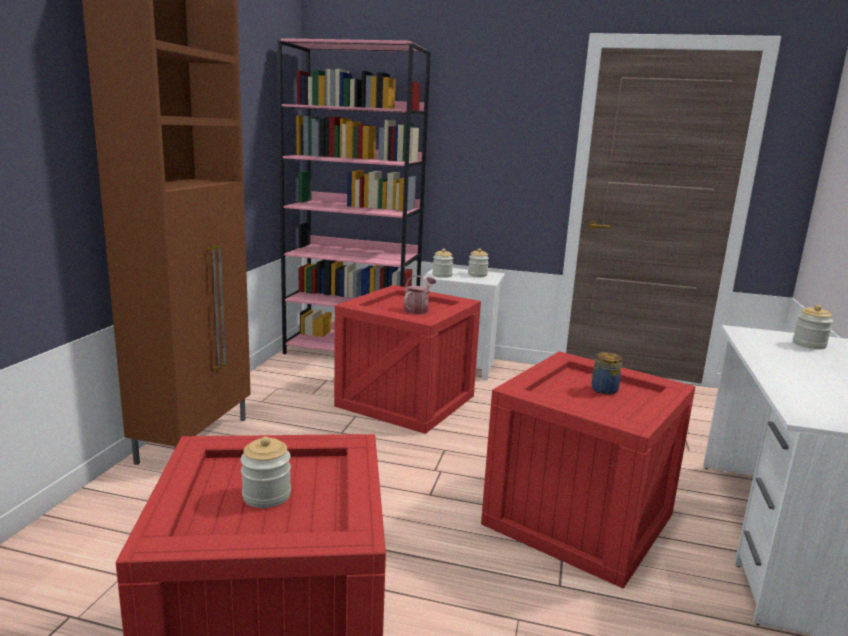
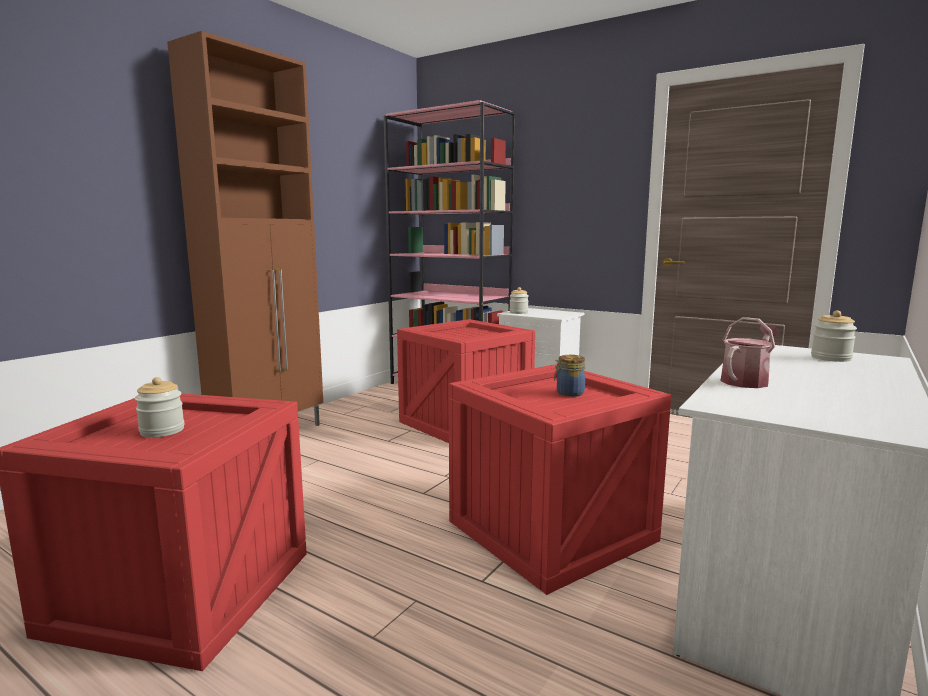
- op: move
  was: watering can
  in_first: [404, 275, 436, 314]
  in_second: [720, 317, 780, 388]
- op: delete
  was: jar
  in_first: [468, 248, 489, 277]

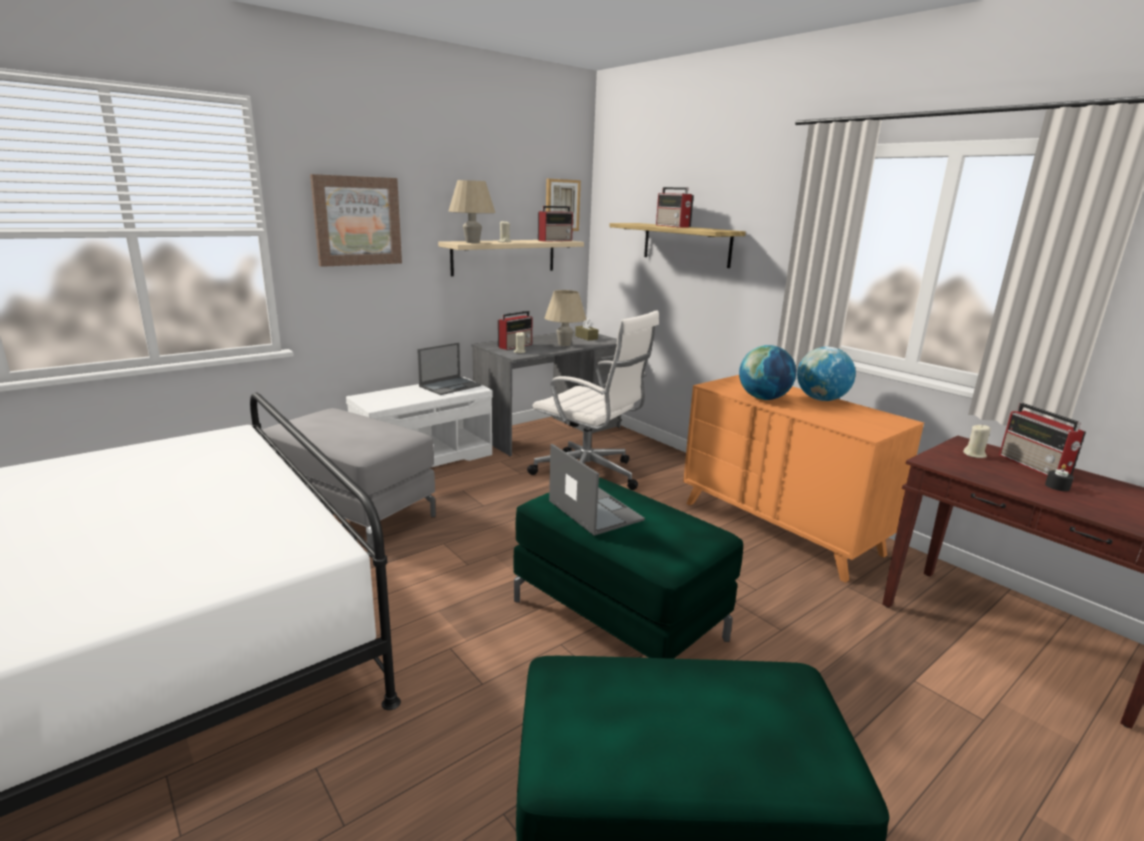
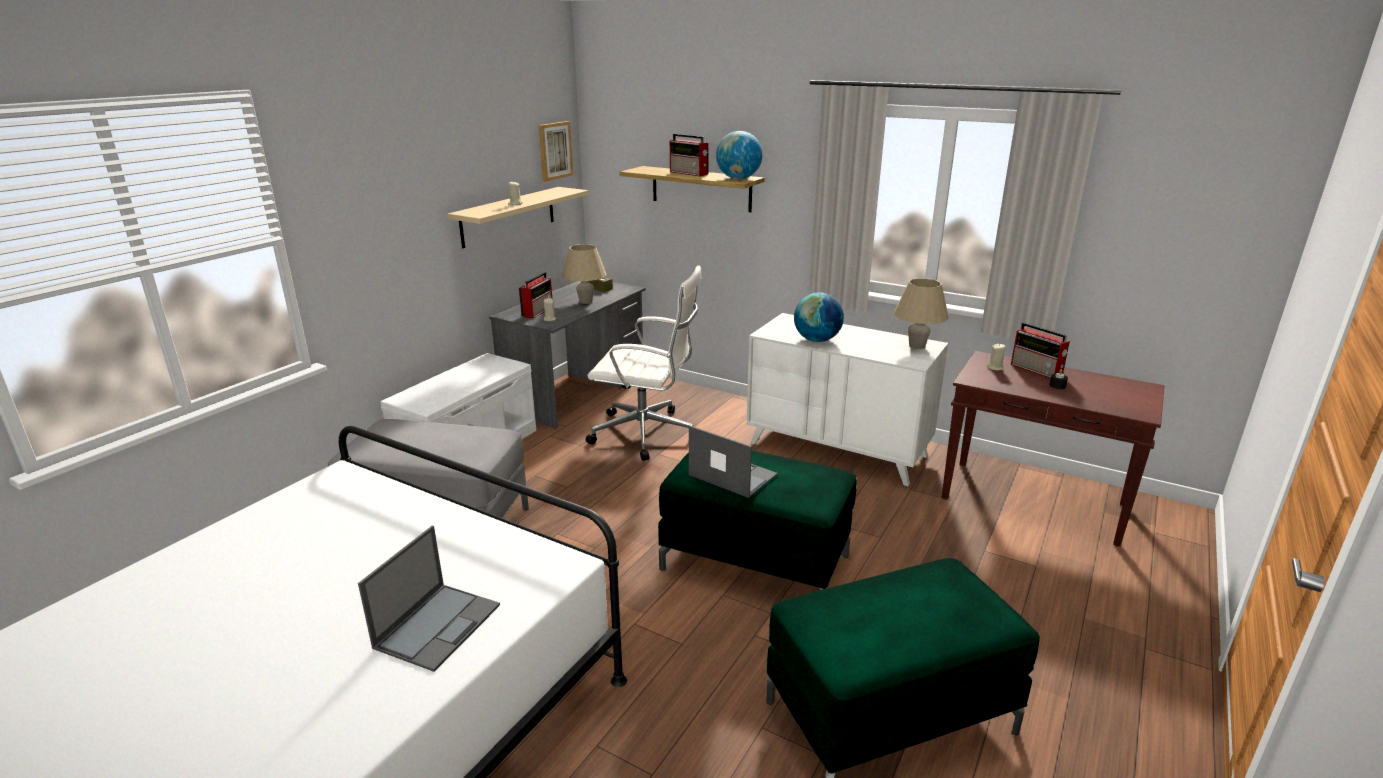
- op: delete
  was: picture
  in_first: [310, 174, 402, 267]
- op: move
  was: portable computer
  in_first: [417, 342, 481, 395]
  in_second: [358, 526, 500, 672]
- op: move
  was: lamp for a table (beige)
  in_first: [449, 180, 495, 243]
  in_second: [894, 278, 949, 349]
- op: delete
  was: radio
  in_first: [538, 206, 573, 242]
- op: recolor
  was: dresser (orange)
  now: dresser (white-coloured)
  in_first: [683, 375, 924, 583]
  in_second: [746, 313, 948, 486]
- op: move
  was: desk globe
  in_first: [797, 347, 856, 401]
  in_second: [716, 131, 762, 179]

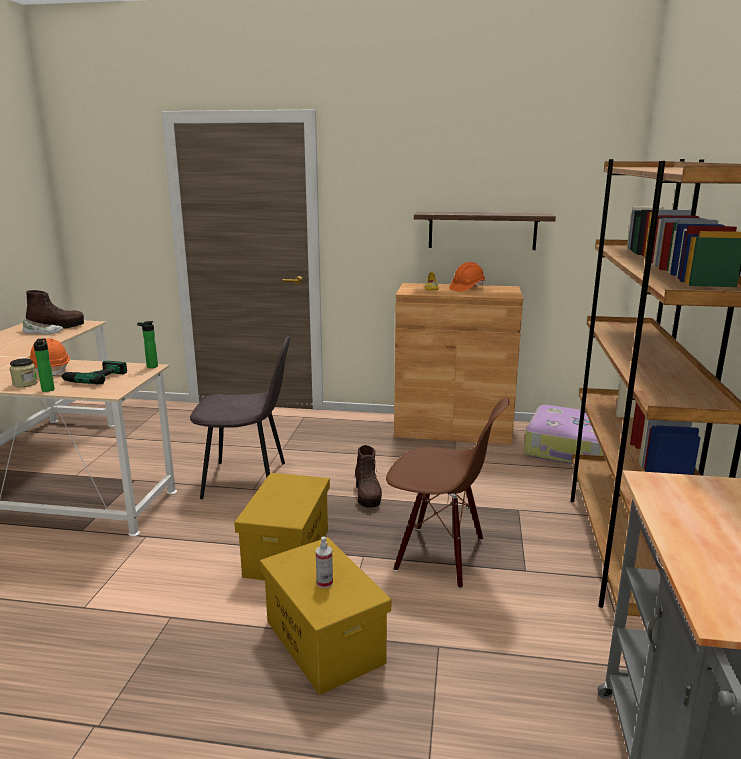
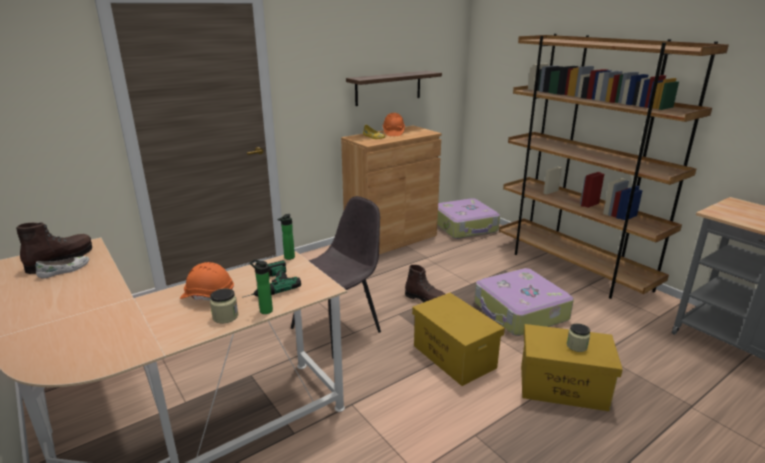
- op: replace
  was: sprayer
  now: jar
  in_first: [316, 536, 333, 588]
  in_second: [567, 323, 590, 352]
- op: replace
  was: chair (brown)
  now: suitcase
  in_first: [386, 398, 510, 589]
  in_second: [474, 268, 574, 336]

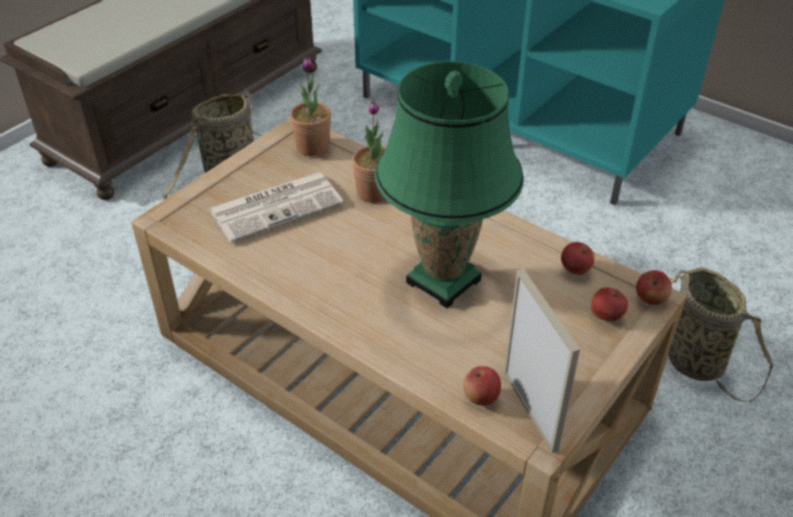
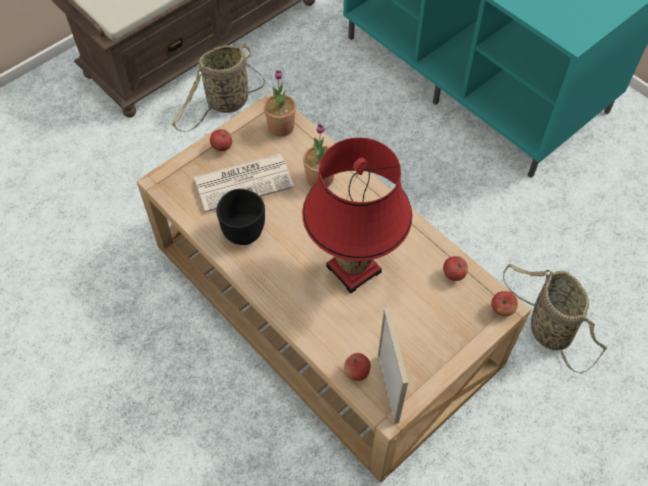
- op: recolor
  was: lamp for a table (green-coloured)
  now: lamp for a table (reddish)
  in_first: [375, 62, 524, 308]
  in_second: [302, 137, 412, 294]
- op: move
  was: whole apple
  in_first: [591, 287, 628, 321]
  in_second: [210, 129, 232, 151]
- op: insert
  now: serving bowl (blackish)
  in_second: [216, 189, 265, 245]

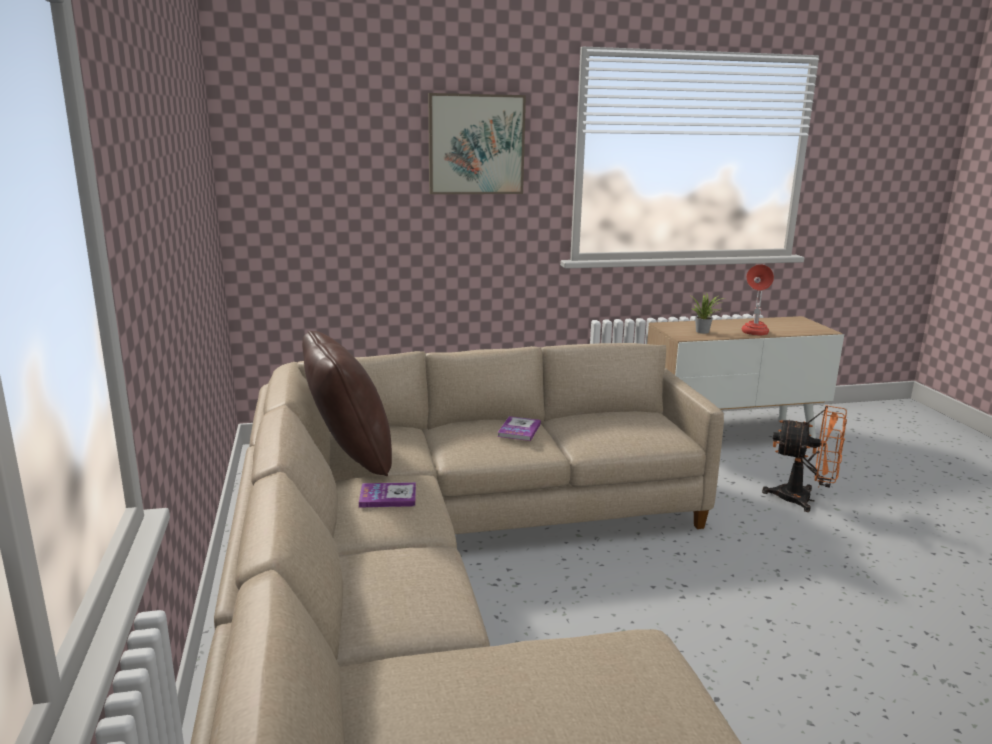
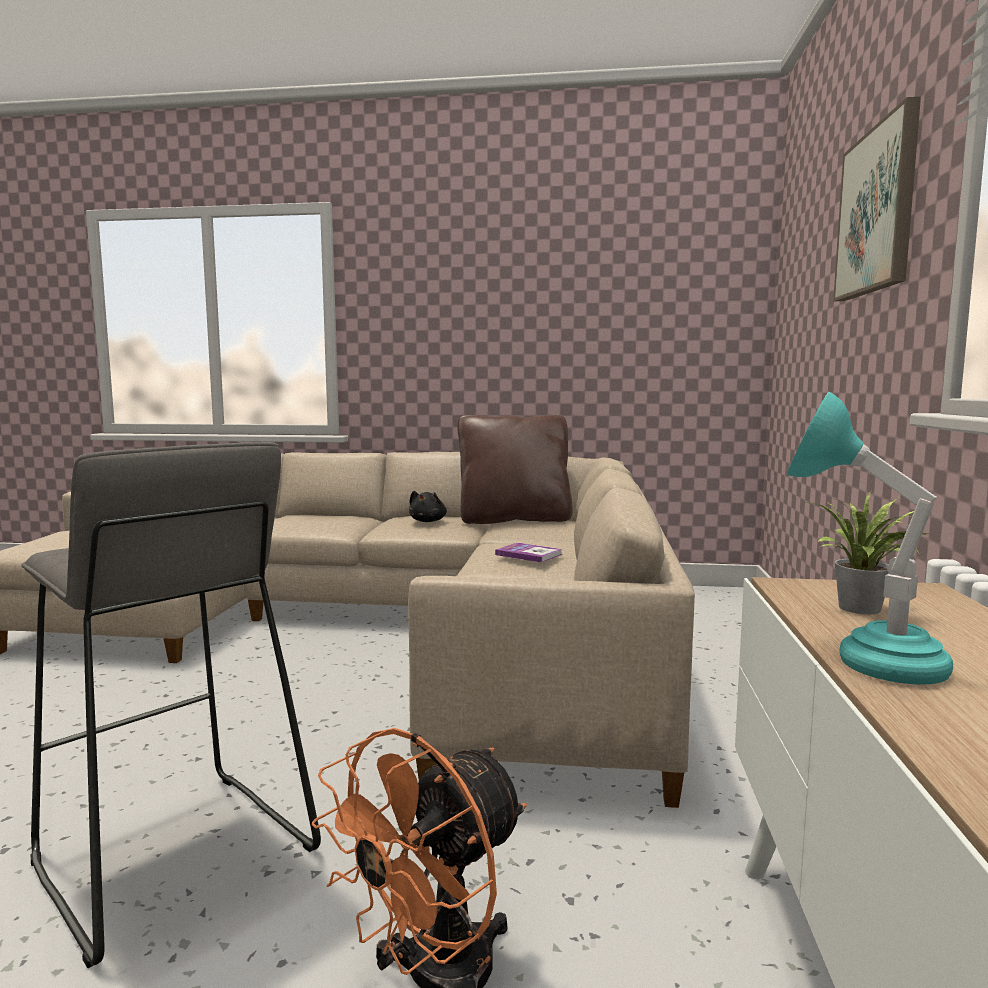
- op: replace
  was: bound book
  now: plush toy (blackish)
  in_first: [359, 482, 416, 508]
  in_second: [409, 491, 447, 522]
- op: recolor
  was: lamp for a table (reddish)
  now: lamp for a table (turquoise)
  in_first: [742, 264, 774, 335]
  in_second: [787, 392, 953, 685]
- op: insert
  now: sitting stool (grey)
  in_second: [22, 442, 321, 968]

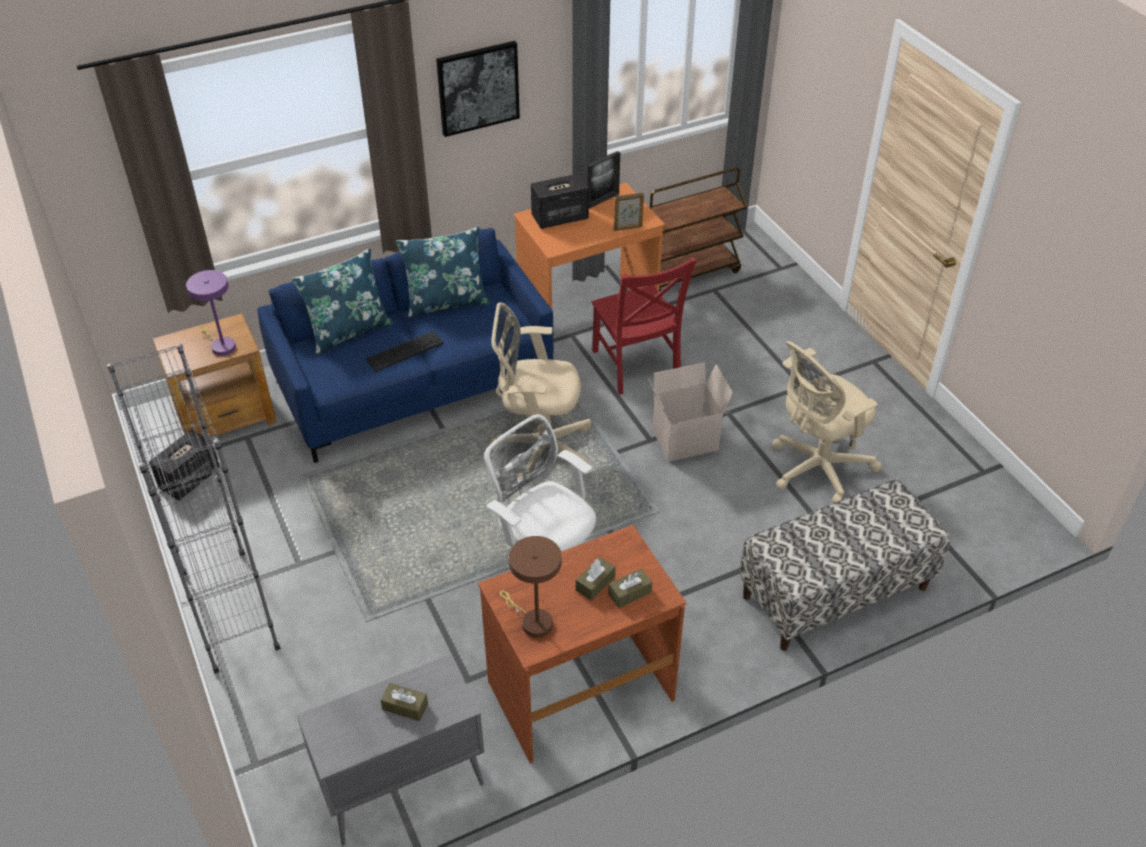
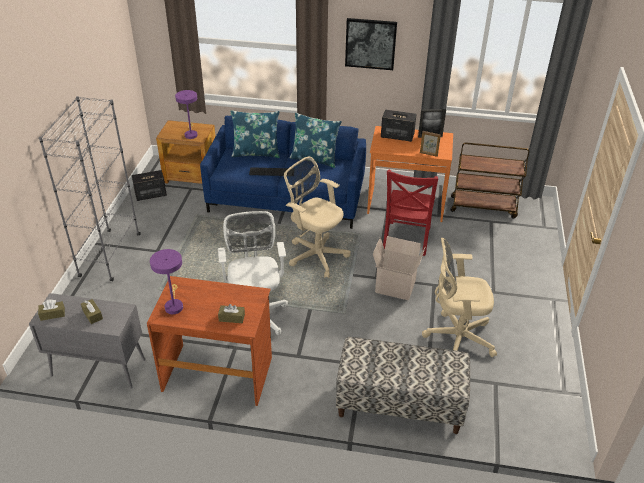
- op: recolor
  was: lamp for a table (brown)
  now: lamp for a table (purplish)
  in_first: [500, 536, 562, 638]
  in_second: [150, 249, 183, 314]
- op: move
  was: tissue holder (brown)
  in_first: [576, 557, 615, 601]
  in_second: [38, 299, 65, 321]

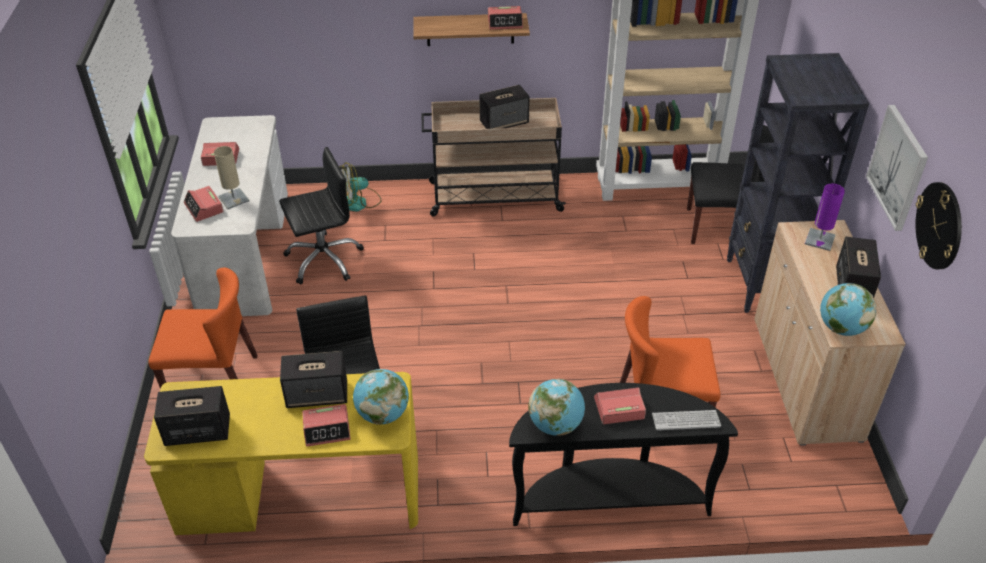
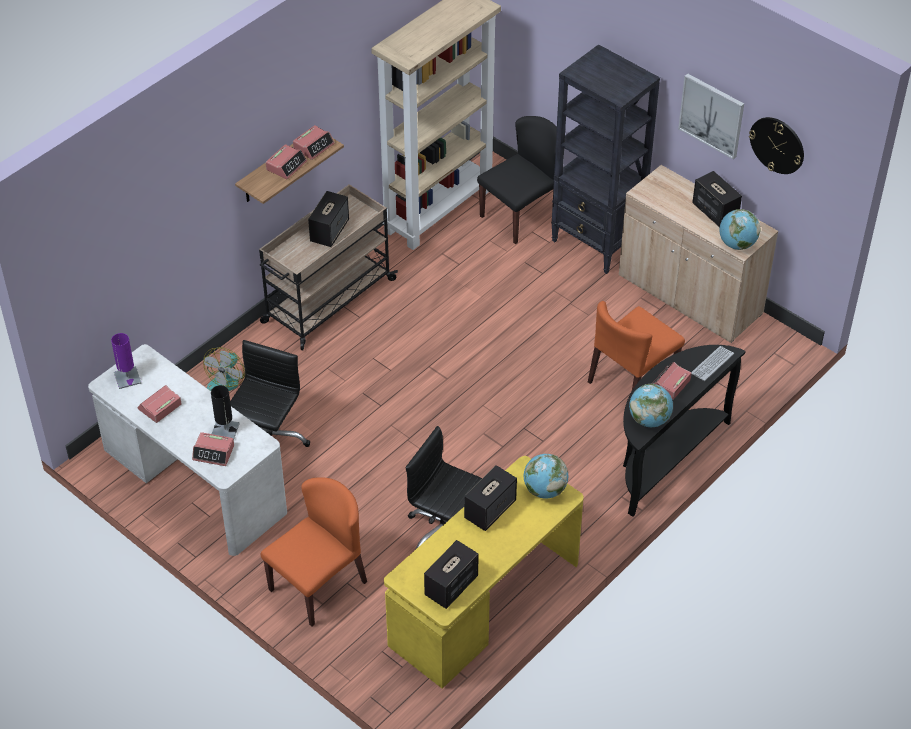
- op: recolor
  was: lamp for a table (beige)
  now: lamp for a table (blackish)
  in_first: [214, 146, 249, 209]
  in_second: [211, 385, 240, 440]
- op: move
  was: table clock
  in_first: [302, 404, 351, 447]
  in_second: [266, 144, 307, 179]
- op: move
  was: lamp for a table (purplish)
  in_first: [805, 184, 845, 251]
  in_second: [111, 333, 141, 389]

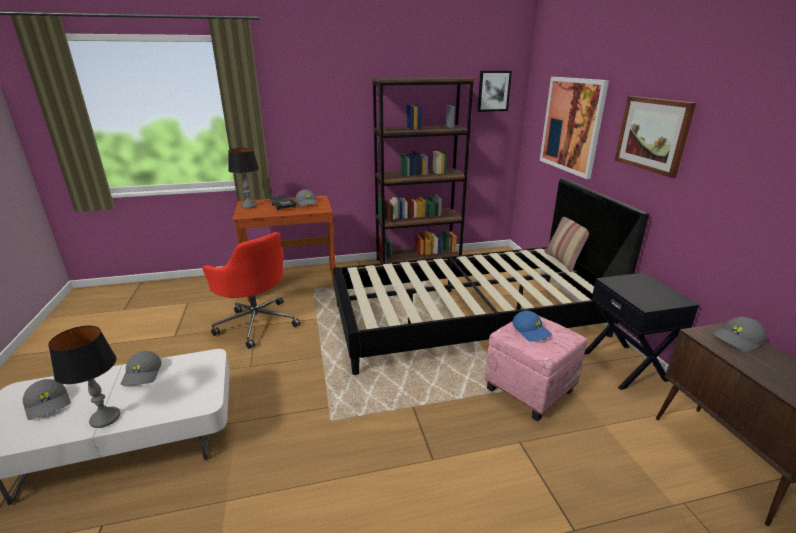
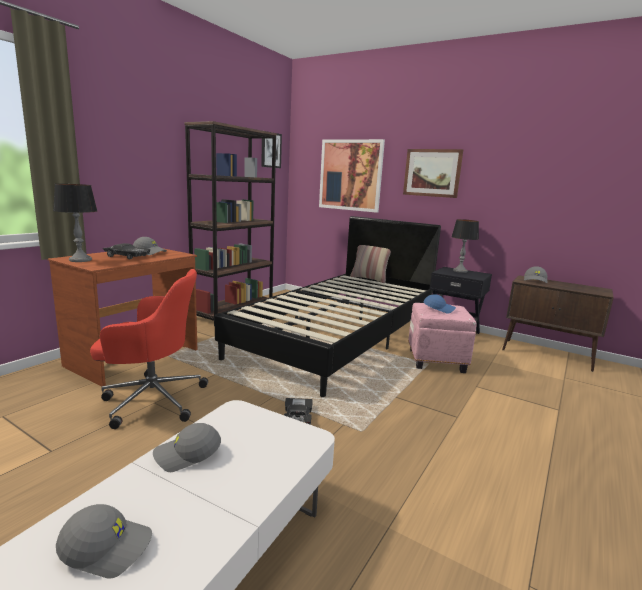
- op: move
  was: lamp for a table
  in_first: [48, 326, 120, 428]
  in_second: [451, 219, 479, 273]
- op: rotate
  was: peaked cap (grey)
  in_first: [120, 351, 161, 385]
  in_second: [153, 423, 221, 472]
  clockwise: 120
- op: insert
  now: miniature car (blackish)
  in_second: [284, 398, 313, 425]

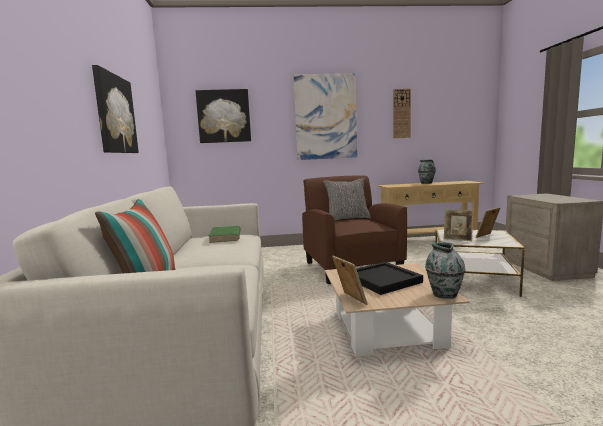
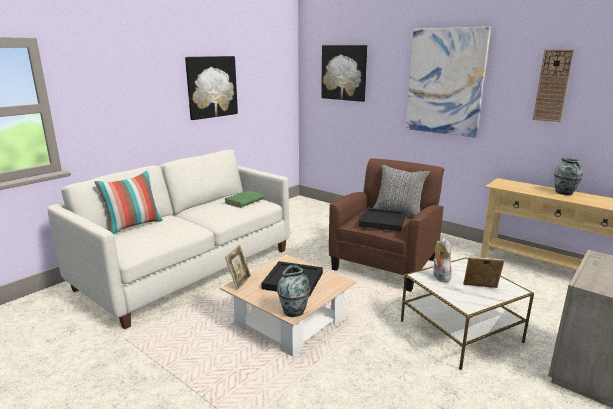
- op: replace
  was: picture frame
  now: plush toy
  in_first: [444, 209, 473, 241]
  in_second: [433, 238, 452, 282]
- op: insert
  now: carrying tray (blackish)
  in_second: [359, 208, 406, 231]

